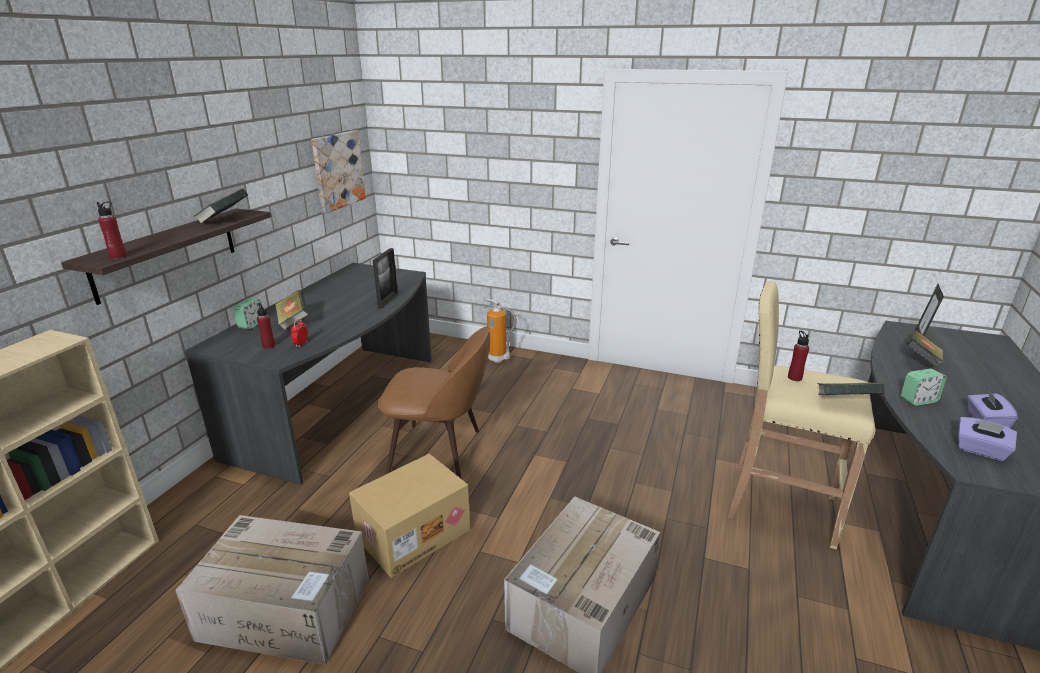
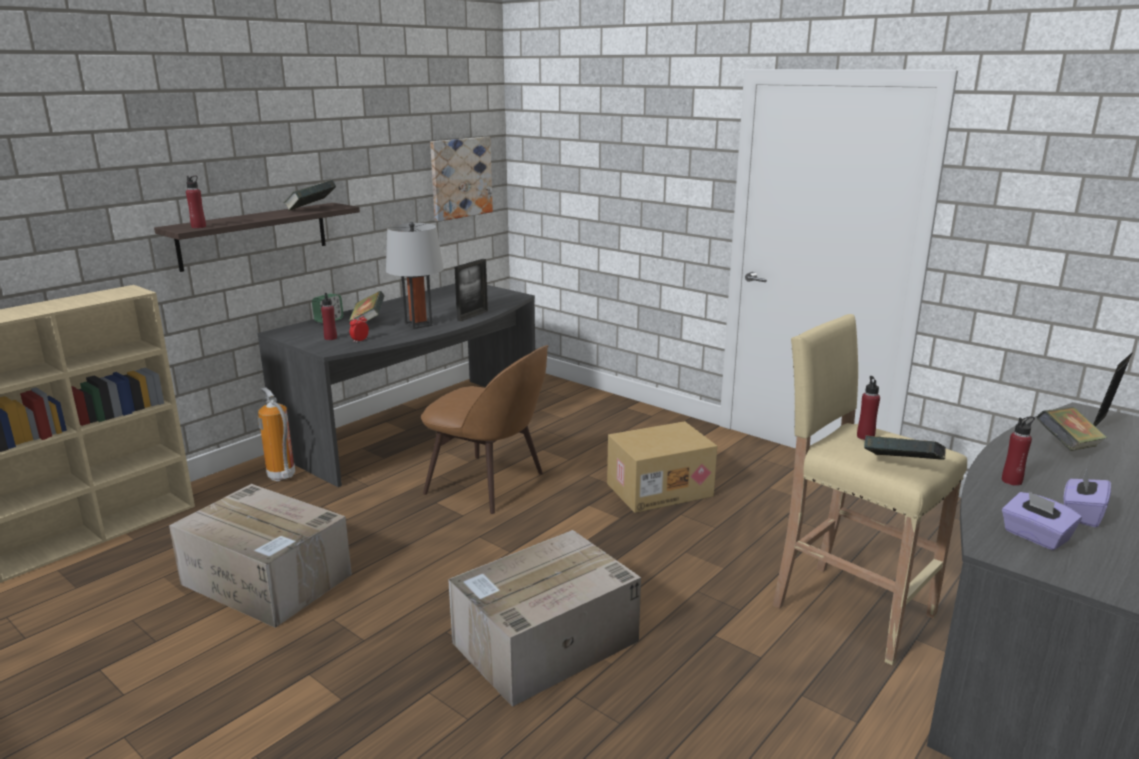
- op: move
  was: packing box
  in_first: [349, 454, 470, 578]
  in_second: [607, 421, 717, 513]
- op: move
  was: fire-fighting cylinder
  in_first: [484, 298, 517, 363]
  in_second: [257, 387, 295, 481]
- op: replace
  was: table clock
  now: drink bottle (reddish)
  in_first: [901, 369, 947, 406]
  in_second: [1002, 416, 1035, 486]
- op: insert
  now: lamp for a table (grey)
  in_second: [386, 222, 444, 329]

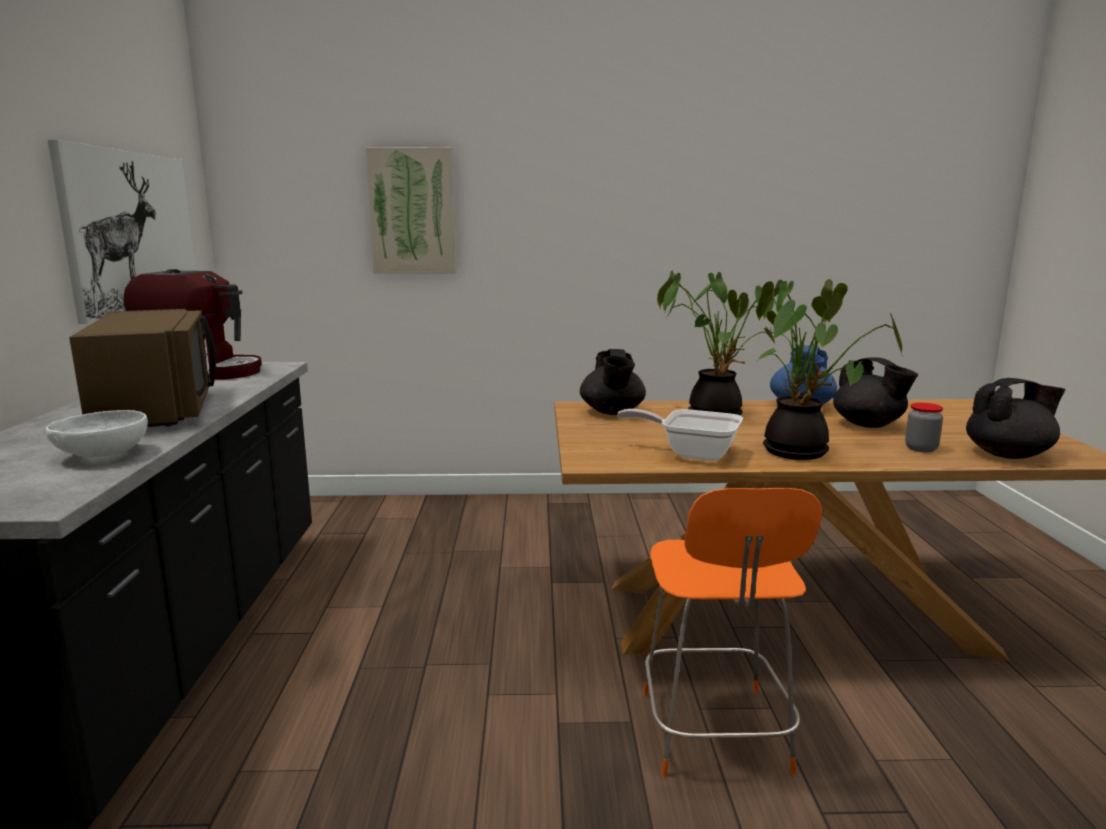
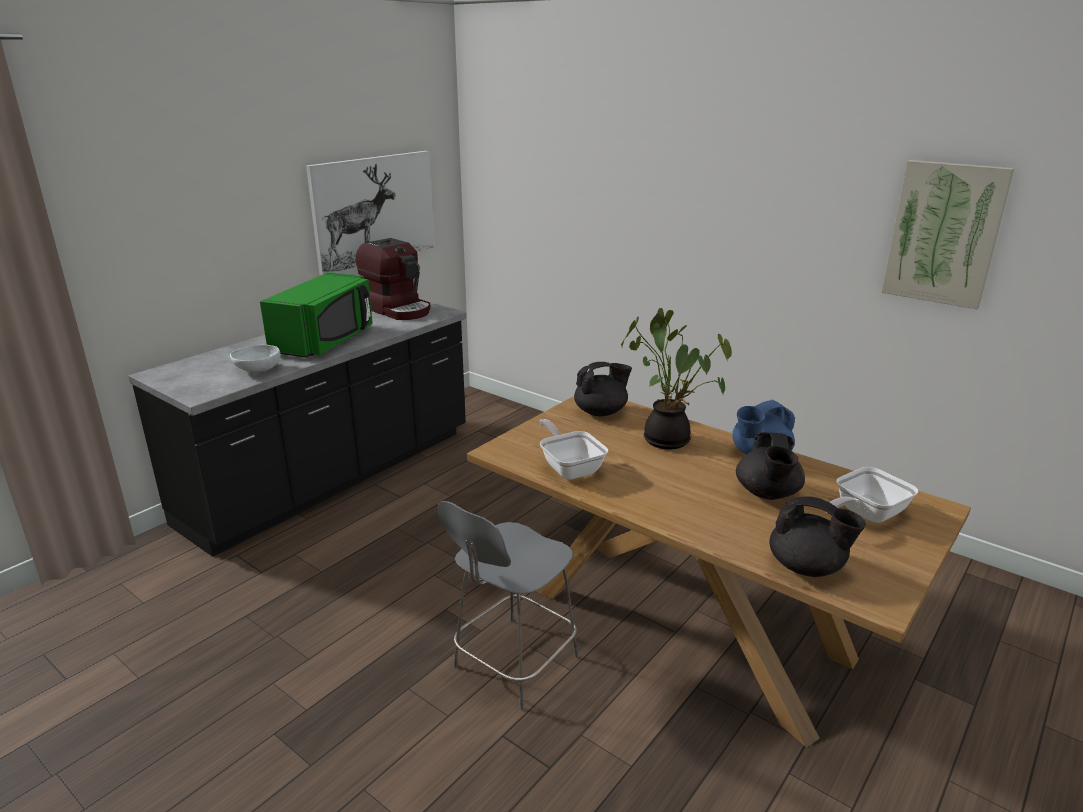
- op: recolor
  was: microwave (brown)
  now: microwave (green-coloured)
  in_first: [69, 309, 216, 427]
  in_second: [260, 272, 373, 358]
- op: move
  was: picture
  in_first: [366, 147, 456, 274]
  in_second: [881, 160, 1015, 309]
- op: rotate
  was: teapot (blackish)
  in_first: [580, 349, 646, 415]
  in_second: [574, 362, 632, 416]
  clockwise: -150
- op: recolor
  was: chair (orange)
  now: chair (grey)
  in_first: [643, 488, 822, 777]
  in_second: [437, 501, 578, 710]
- op: delete
  was: houseplant
  in_first: [756, 279, 903, 460]
- op: delete
  was: jar
  in_first: [905, 403, 943, 452]
- op: insert
  now: skillet
  in_second: [825, 467, 918, 523]

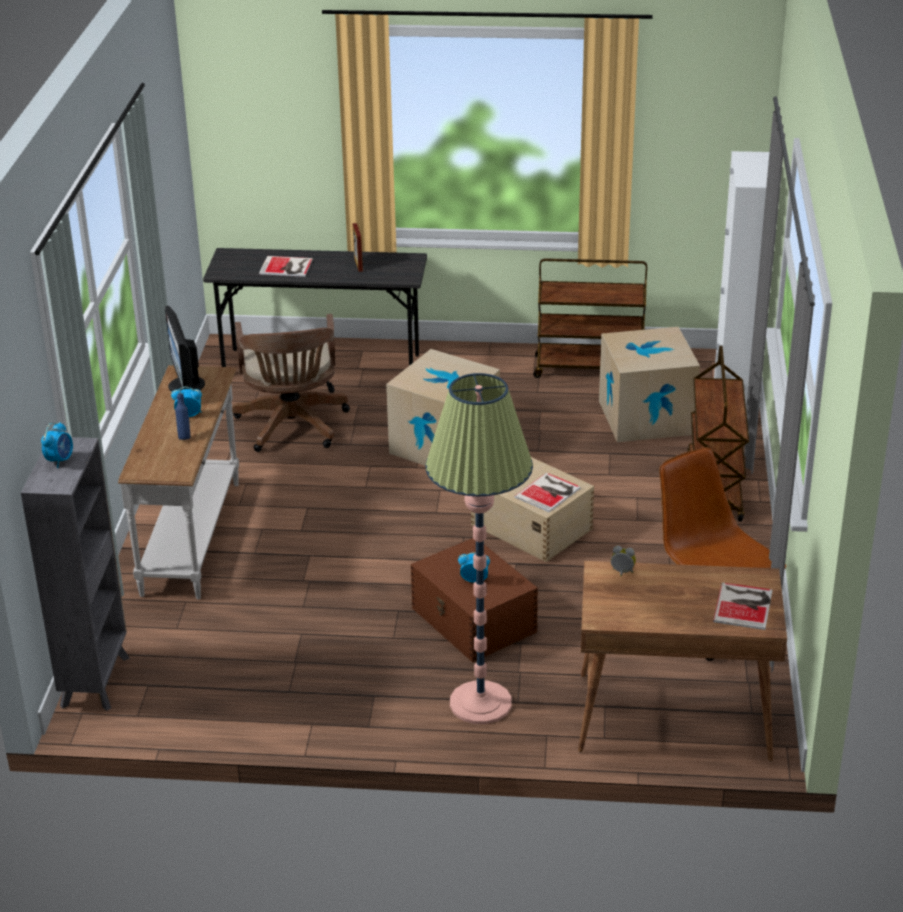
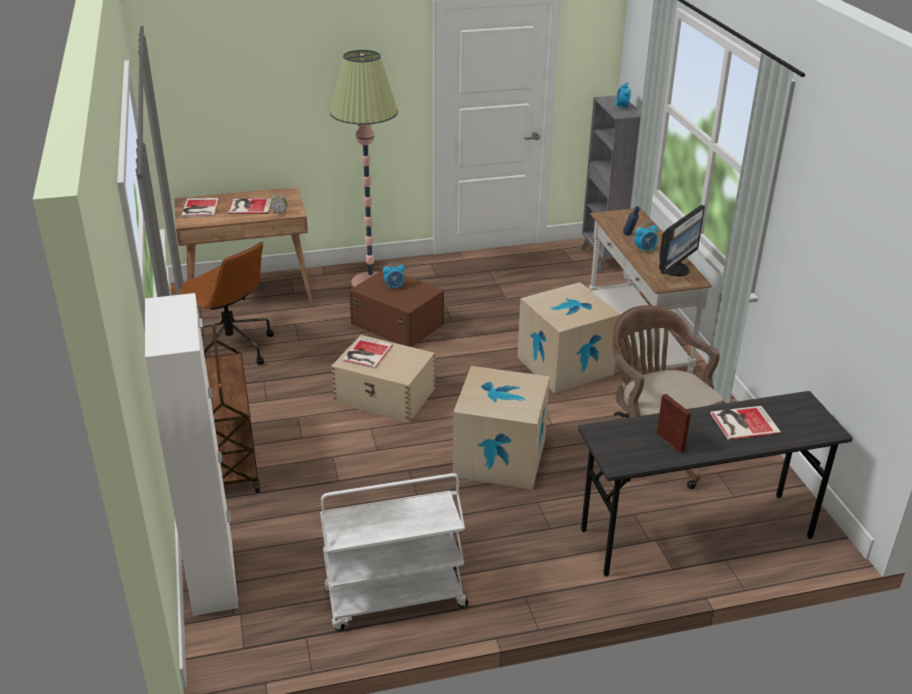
- op: rotate
  was: computer display
  in_first: [165, 306, 205, 392]
  in_second: [659, 205, 705, 276]
  clockwise: 75
- op: recolor
  was: wheeled cart (brown)
  now: wheeled cart (white-coloured)
  in_first: [533, 258, 647, 378]
  in_second: [320, 473, 468, 631]
- op: move
  was: packing box
  in_first: [599, 327, 700, 442]
  in_second: [517, 282, 621, 393]
- op: insert
  now: bound book
  in_second: [228, 199, 272, 214]

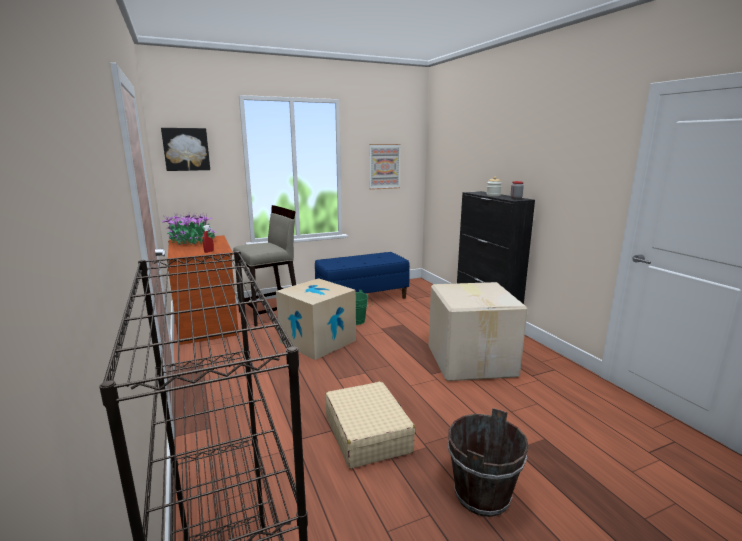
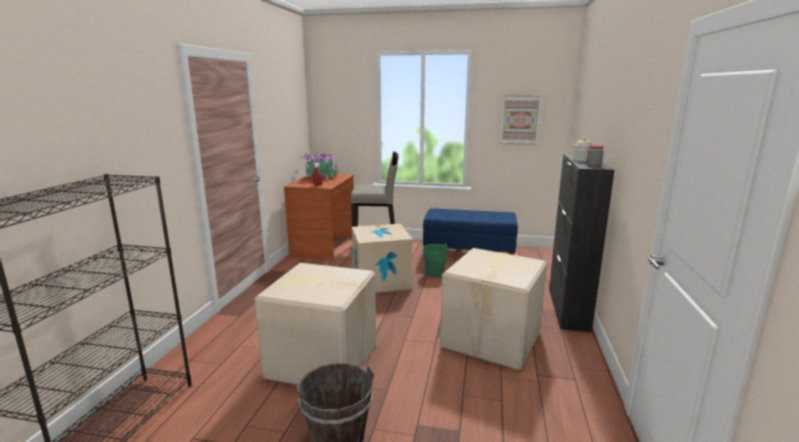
- op: delete
  was: picture
  in_first: [161, 128, 210, 171]
- op: replace
  was: suitcase (beige)
  now: packing box
  in_first: [325, 381, 416, 468]
  in_second: [255, 263, 376, 385]

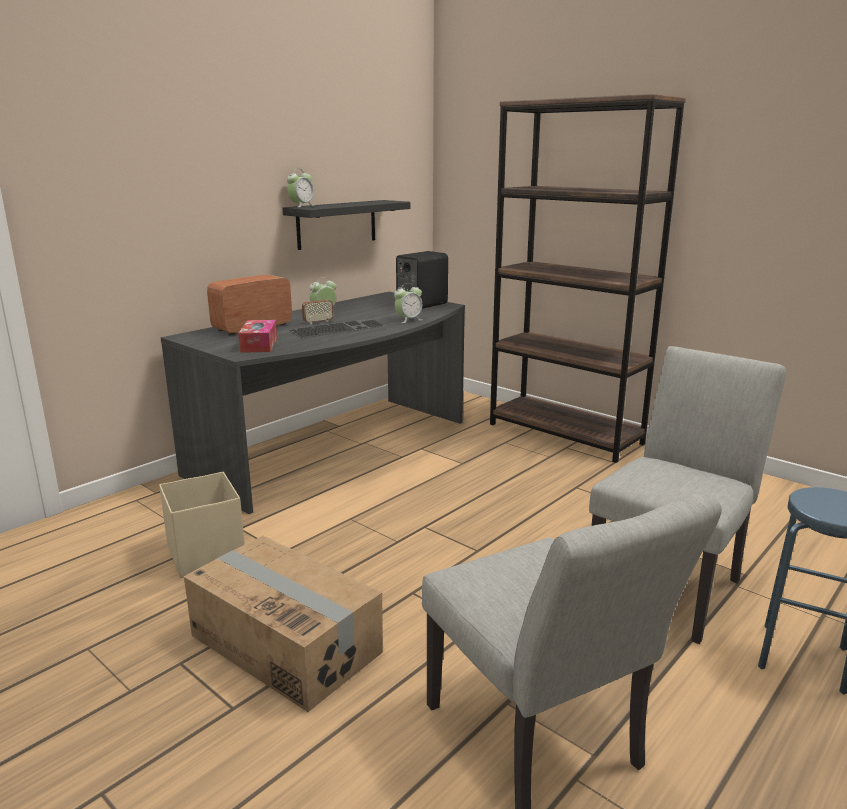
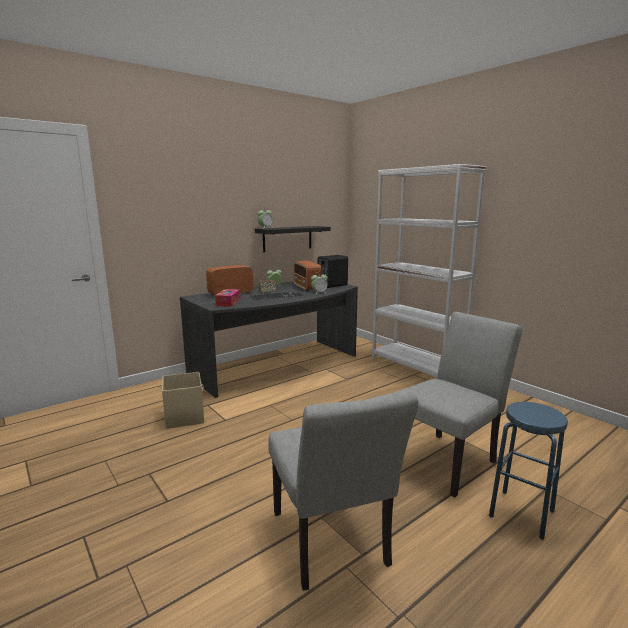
- op: delete
  was: packing box
  in_first: [184, 536, 383, 712]
- op: recolor
  was: shelving unit (brown)
  now: shelving unit (white-coloured)
  in_first: [490, 94, 686, 463]
  in_second: [372, 164, 486, 378]
- op: insert
  now: radio
  in_second: [293, 261, 321, 291]

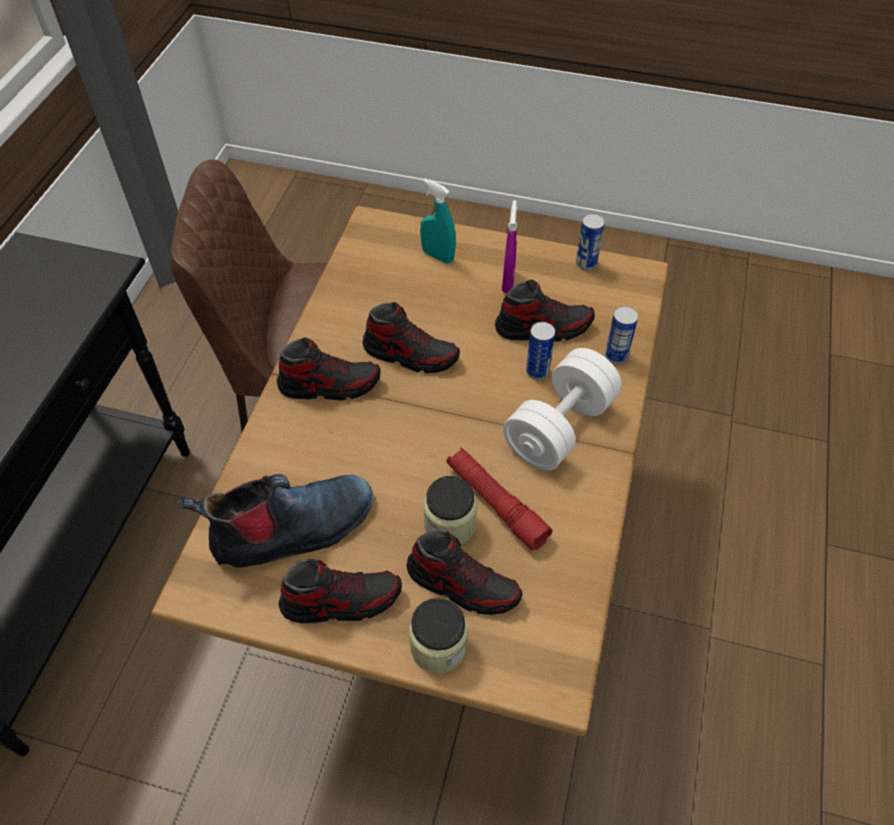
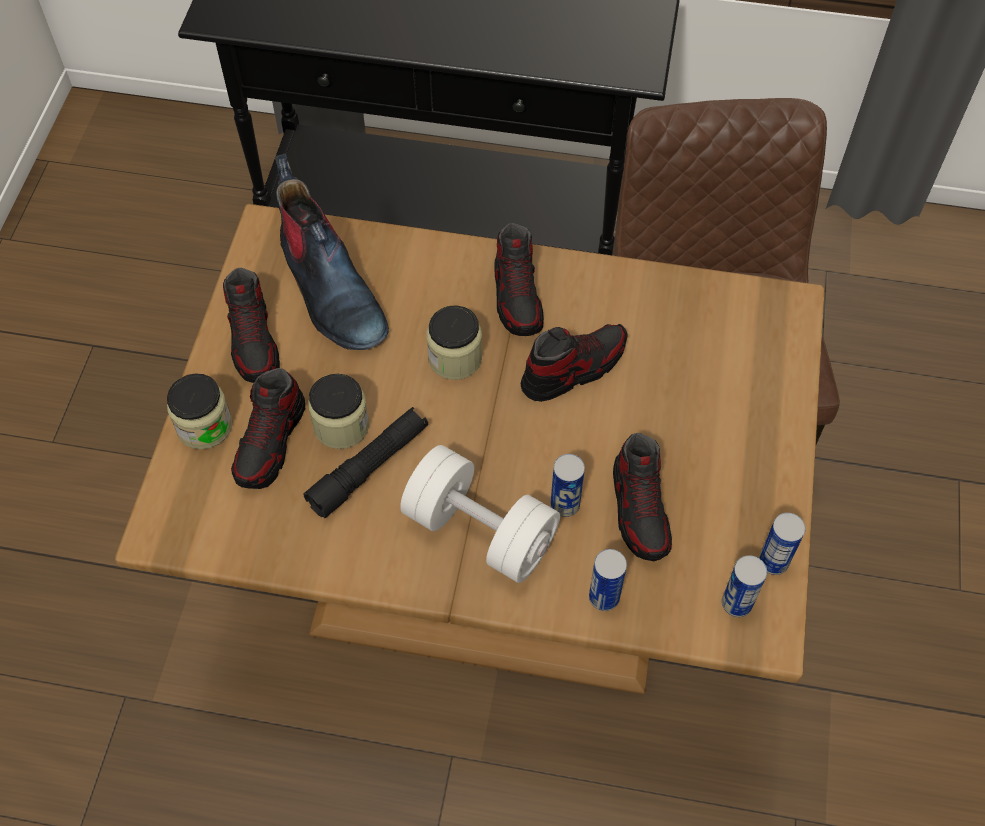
- op: rotate
  was: shoe
  in_first: [363, 302, 460, 373]
  in_second: [521, 324, 628, 402]
  clockwise: -135
- op: delete
  was: sprayer (turquoise)
  in_first: [420, 179, 456, 263]
- op: recolor
  was: hand torch (reddish)
  now: hand torch (blackish)
  in_first: [447, 448, 553, 551]
  in_second: [304, 407, 428, 518]
- op: delete
  was: sprayer (purplish)
  in_first: [502, 200, 517, 293]
- op: insert
  now: jar
  in_second: [426, 305, 482, 380]
- op: insert
  now: sealed can
  in_second: [722, 555, 767, 617]

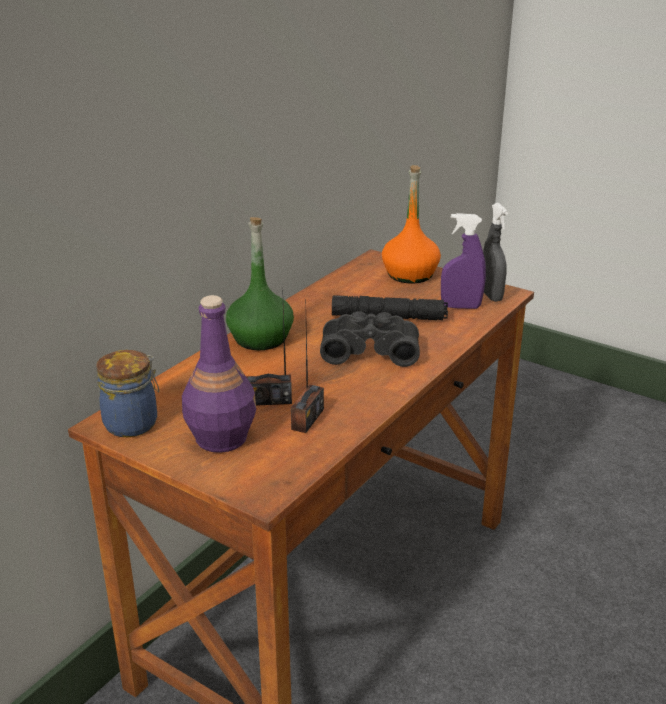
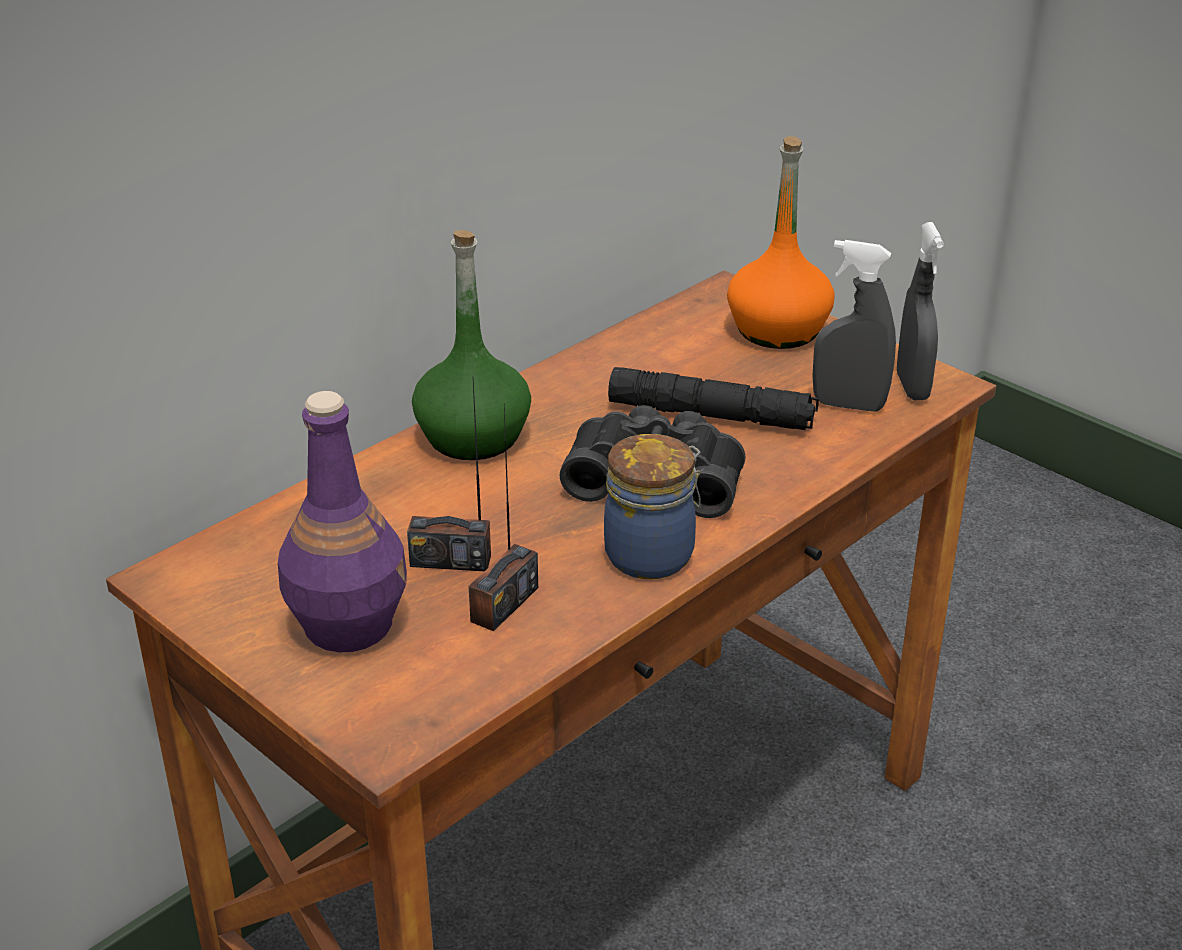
- op: move
  was: jar
  in_first: [96, 350, 159, 437]
  in_second: [604, 434, 701, 579]
- op: recolor
  was: sprayer (purplish)
  now: sprayer (grey)
  in_first: [441, 213, 486, 309]
  in_second: [812, 240, 896, 412]

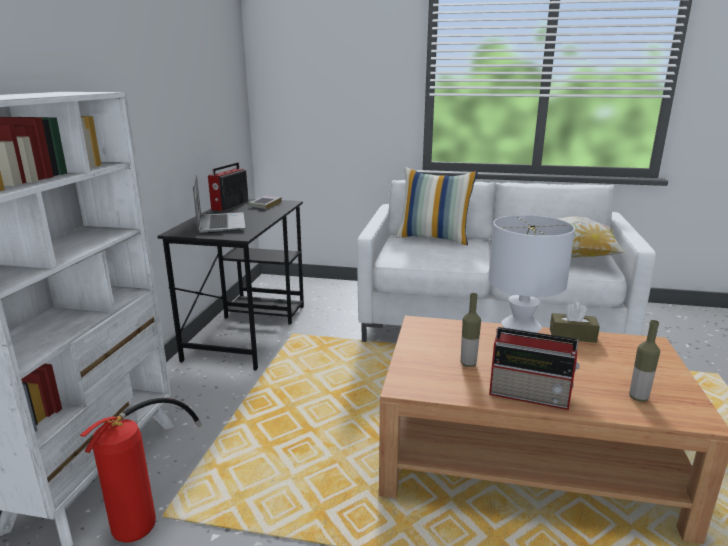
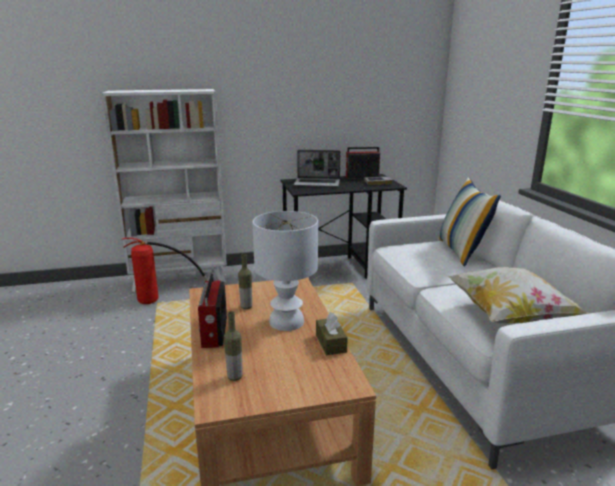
- op: rotate
  was: portable computer
  in_first: [193, 175, 246, 234]
  in_second: [294, 150, 341, 187]
  clockwise: 45

